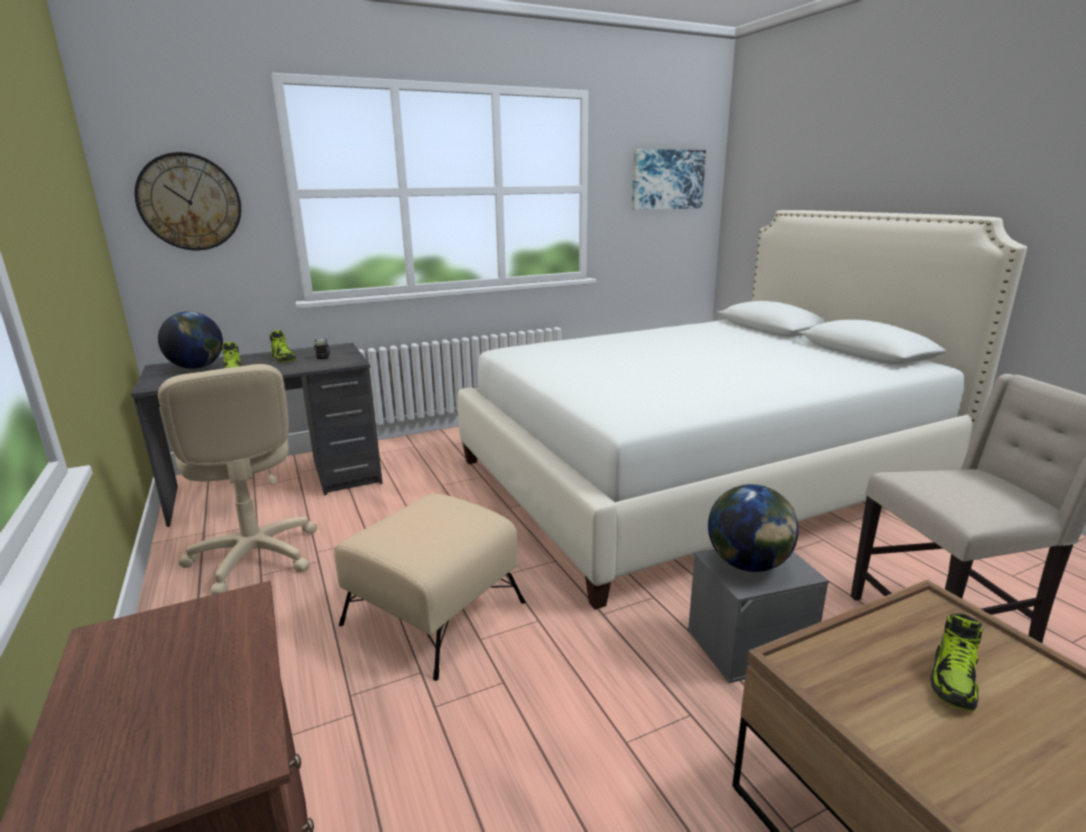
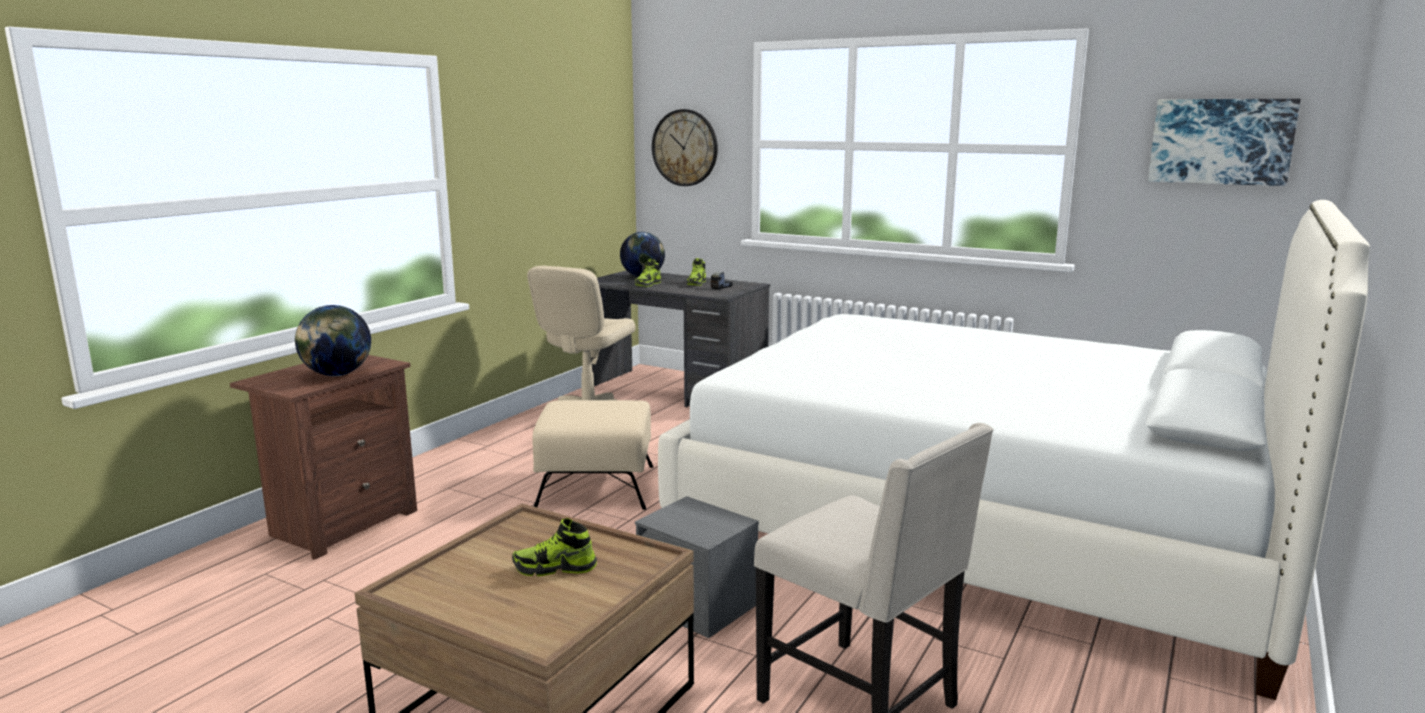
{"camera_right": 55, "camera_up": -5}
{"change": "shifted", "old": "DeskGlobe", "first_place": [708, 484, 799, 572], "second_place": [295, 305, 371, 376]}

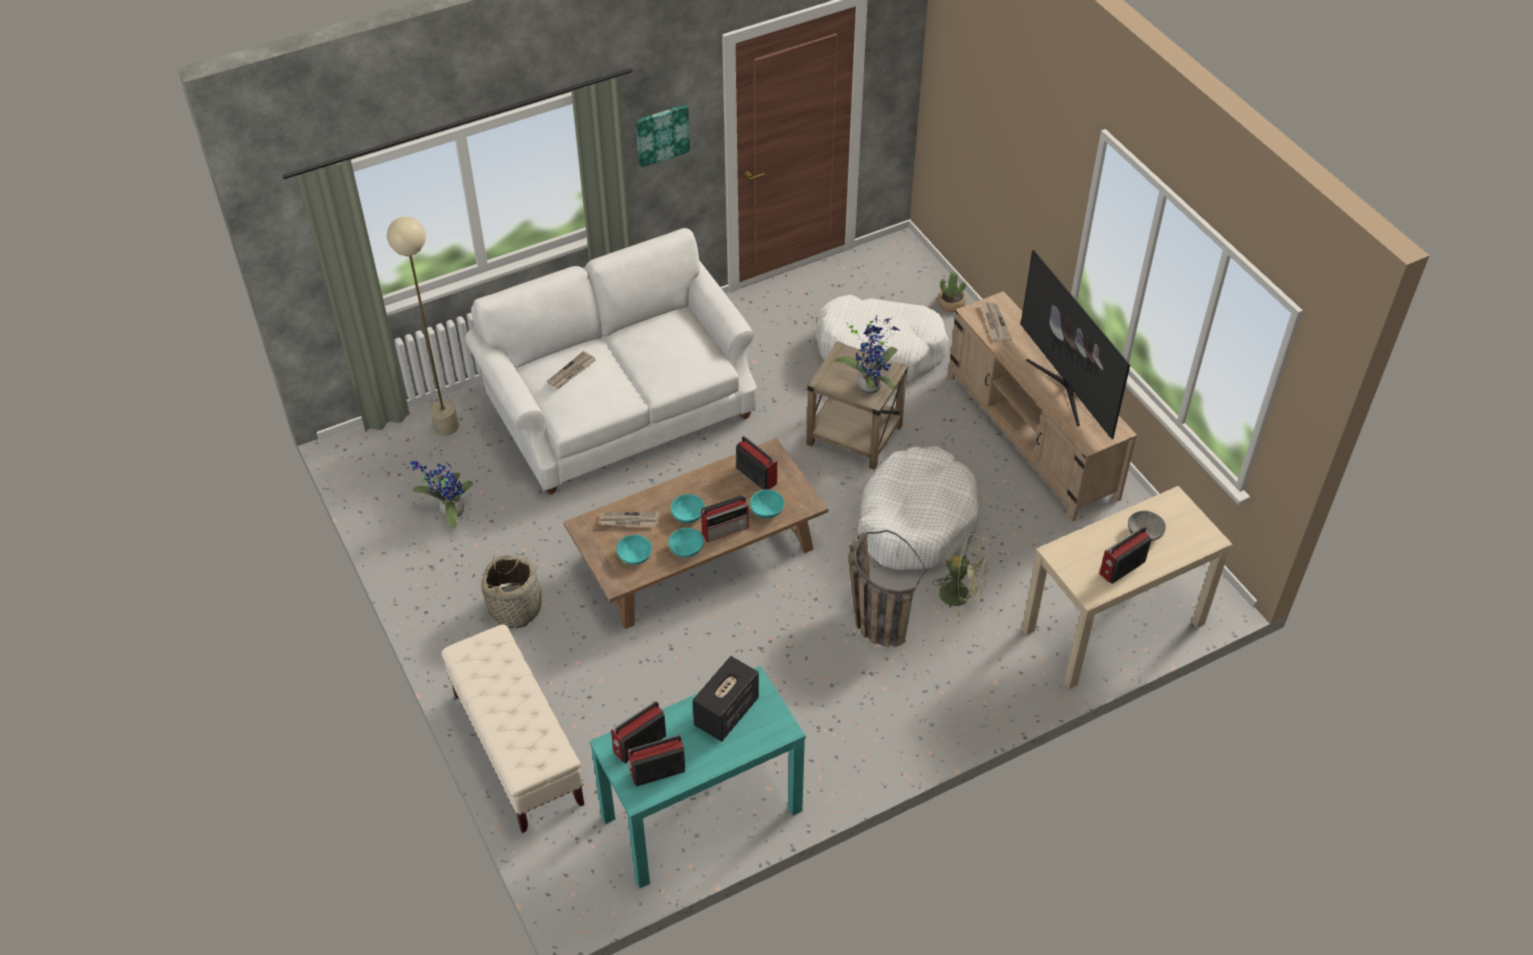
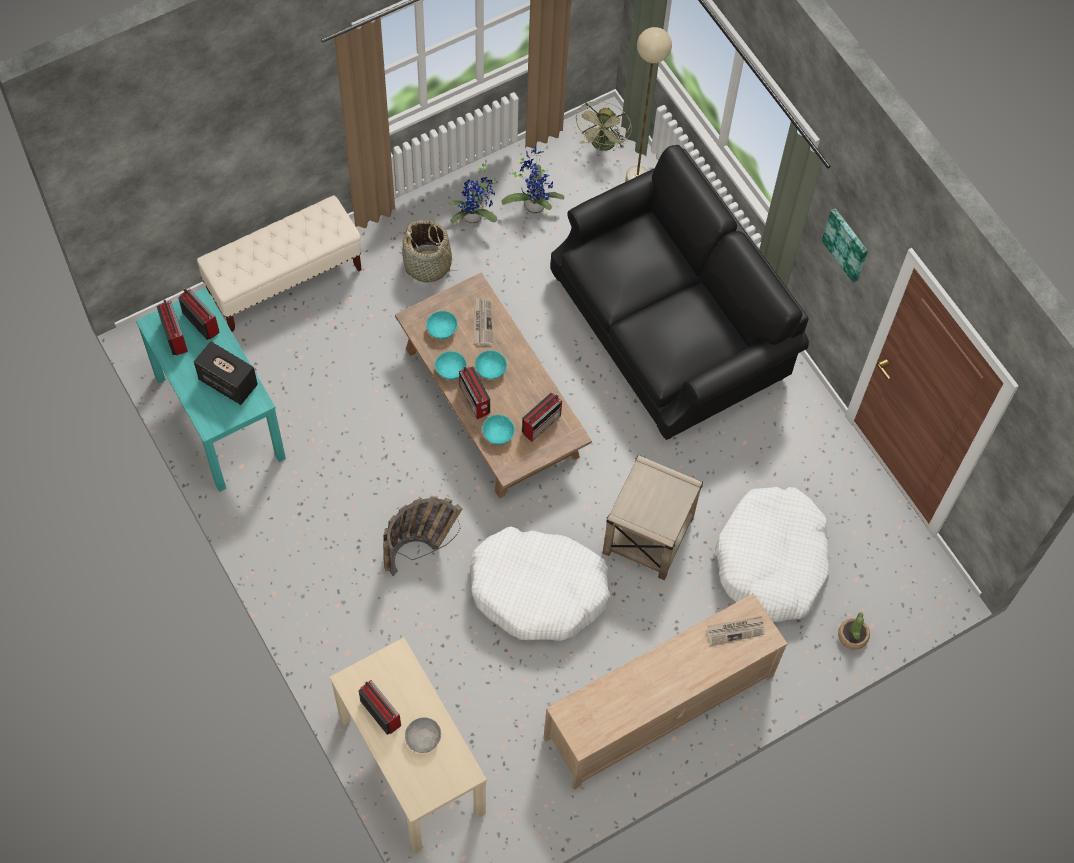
{"camera_right": 85, "camera_up": 15}
{"change": "repainted", "old": "WhiteColouredCouch", "new": "BlackishCouch", "first_place": [465, 228, 757, 494], "second_place": [550, 145, 809, 440]}
{"change": "gone", "old": "PrintedPaper", "first_place": [547, 351, 596, 389]}
{"change": "shifted", "old": "PlantInAPot", "first_place": [835, 314, 900, 394], "second_place": [449, 160, 497, 224]}
{"change": "shifted", "old": "GreenishFan", "first_place": [933, 533, 989, 617], "second_place": [574, 101, 632, 151]}
{"change": "gone", "old": "TvSet", "first_place": [1021, 250, 1130, 439]}

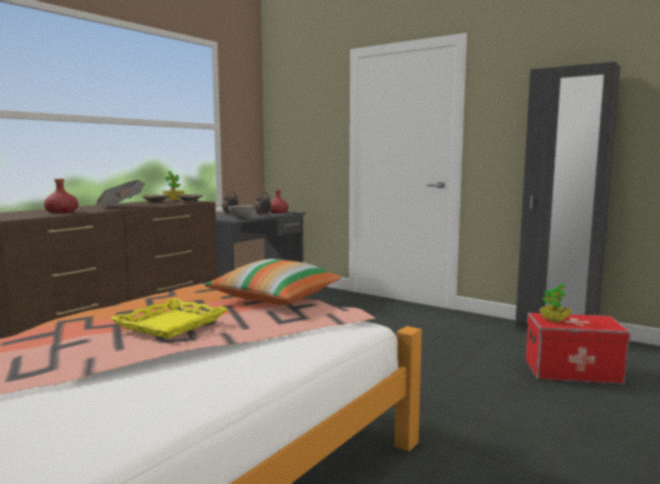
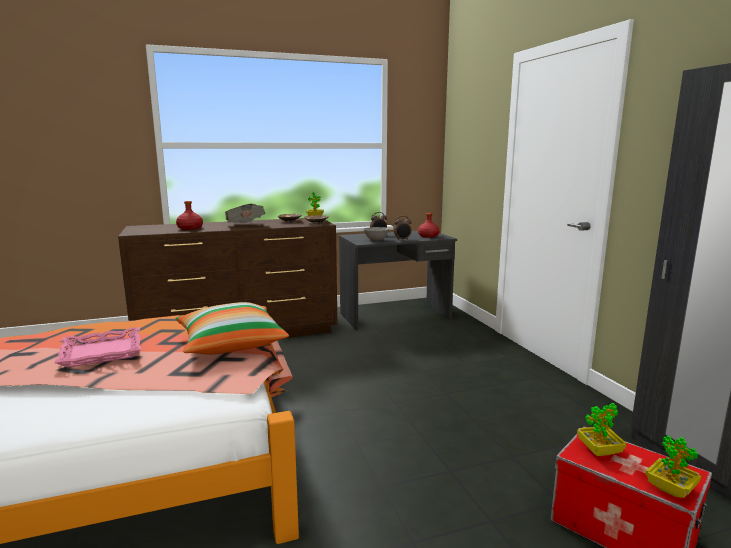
{"camera_right": 35, "camera_up": 5}
{"change": "repainted", "old": "YellowColouredCarryingTray", "new": "PinkCarryingTray", "first_place": [110, 298, 228, 339], "second_place": [54, 327, 141, 368]}
{"change": "new", "new": "PlantInAPot", "second_place": [645, 436, 701, 498]}

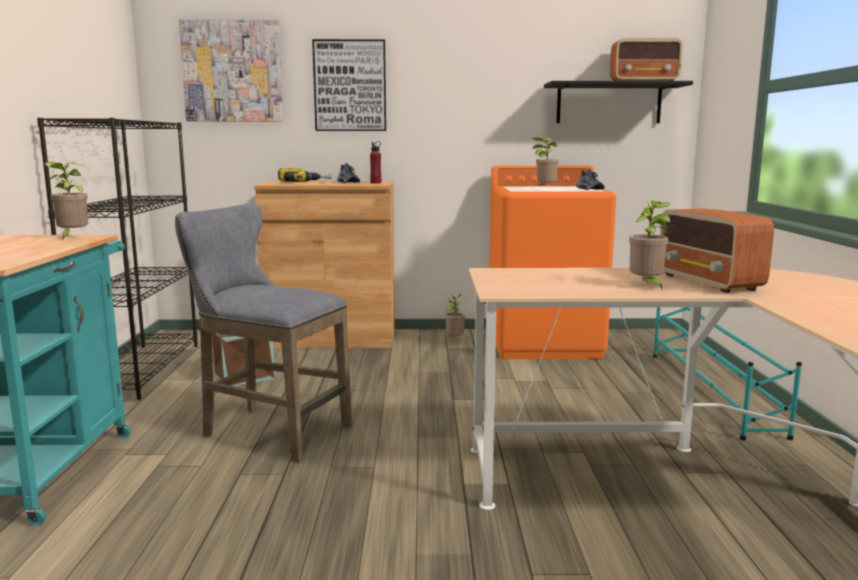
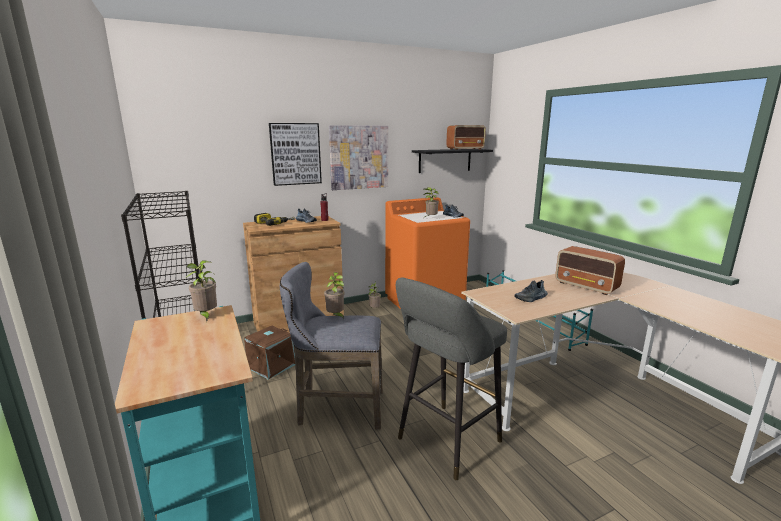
{"camera_right": -25, "camera_up": 5}
{"change": "shifted", "old": "Picture", "first_place": [179, 19, 283, 121], "second_place": [329, 125, 388, 190]}
{"change": "shifted", "old": "PlantInAPot", "first_place": [629, 200, 670, 290], "second_place": [324, 272, 344, 319]}
{"change": "new", "new": "GrayStool", "second_place": [396, 278, 507, 480]}
{"change": "new", "new": "ItemOfFootwear", "second_place": [514, 280, 548, 302]}

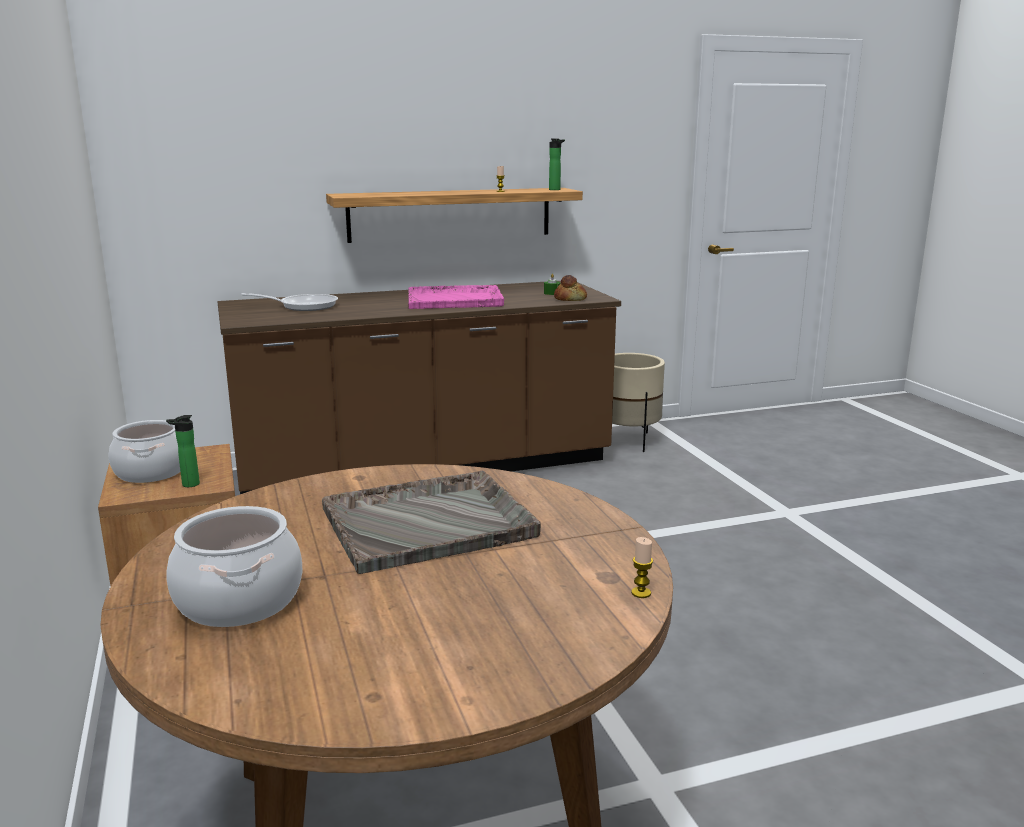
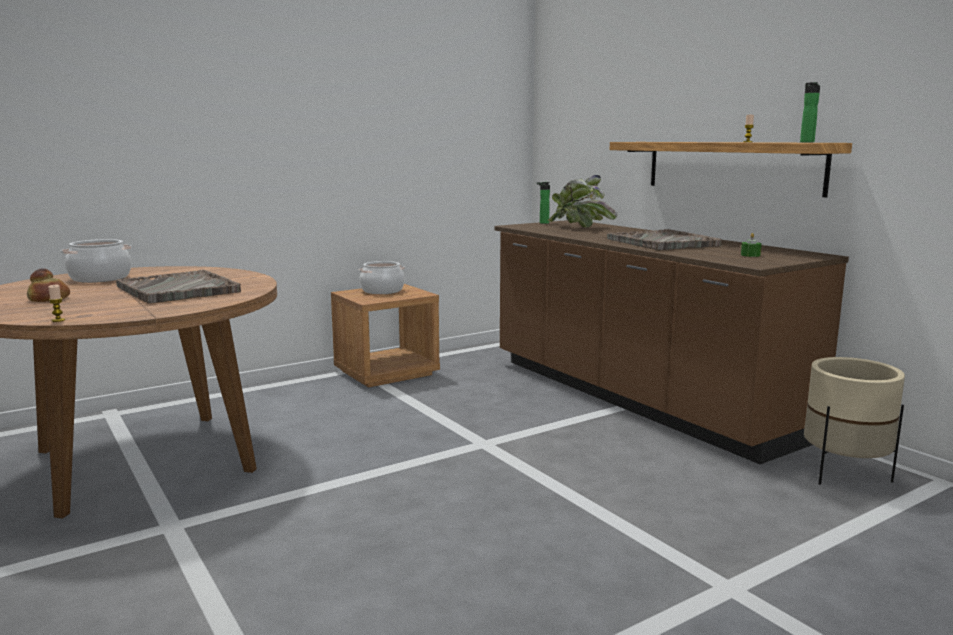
{"camera_right": 75, "camera_up": -5}
{"change": "shifted", "old": "BeverageBottle", "first_place": [166, 415, 200, 487], "second_place": [537, 182, 550, 224]}
{"change": "swapped", "old": "Pan", "new": "PlantInAPot", "first_place": [241, 293, 338, 311], "second_place": [548, 175, 617, 227]}
{"change": "repainted", "old": "PinkCarryingTray", "new": "GrayCarryingTray", "first_place": [408, 285, 504, 309], "second_place": [607, 229, 722, 250]}
{"change": "shifted", "old": "BakedBread", "first_place": [554, 275, 587, 301], "second_place": [27, 268, 70, 302]}

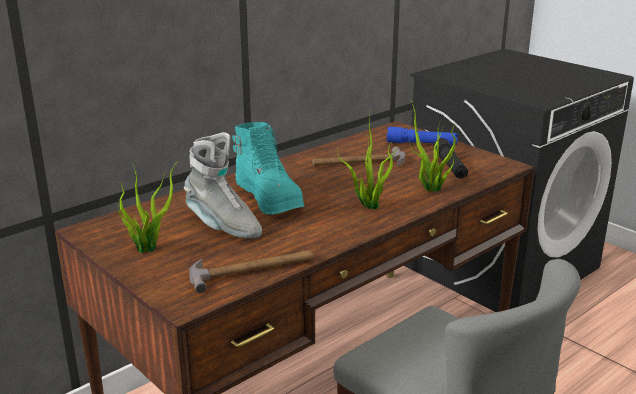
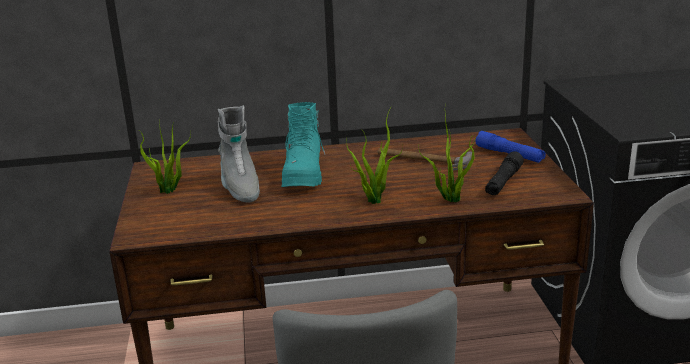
{"camera_right": 35, "camera_up": 0}
{"change": "gone", "old": "HandHammer", "first_place": [189, 250, 314, 293]}

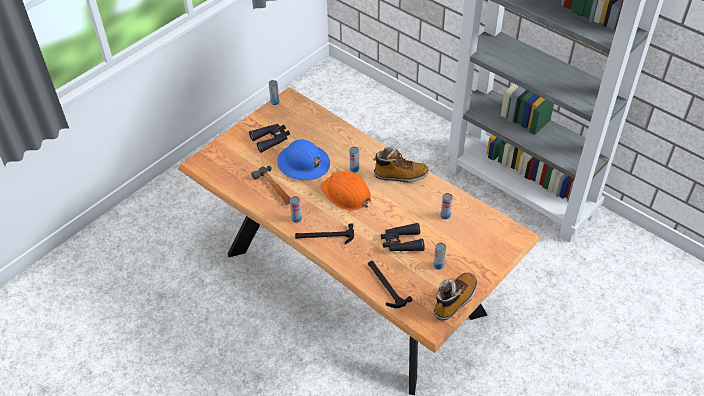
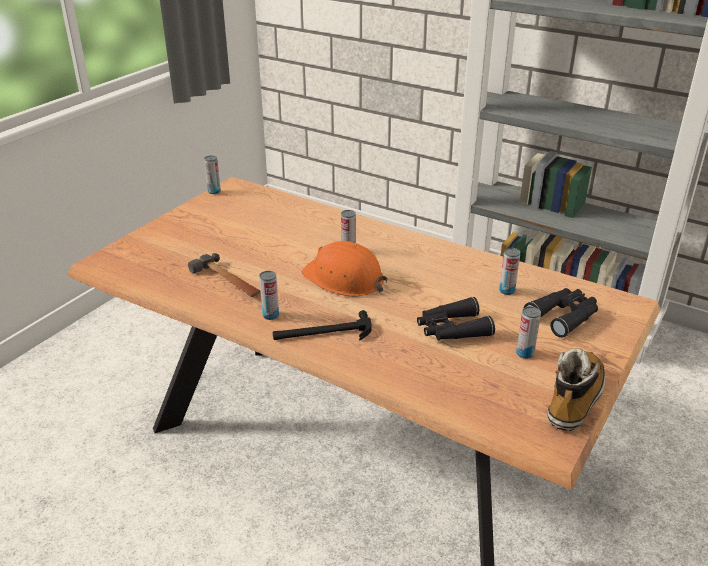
{"camera_right": -10, "camera_up": -15}
{"change": "shifted", "old": "BlackishPairOfBinoculars", "first_place": [249, 124, 290, 153], "second_place": [524, 288, 598, 338]}
{"change": "gone", "old": "BlueHardHat", "first_place": [277, 140, 330, 180]}
{"change": "gone", "old": "HandHammer", "first_place": [368, 261, 413, 308]}
{"change": "gone", "old": "HighTopBoot", "first_place": [373, 146, 429, 183]}

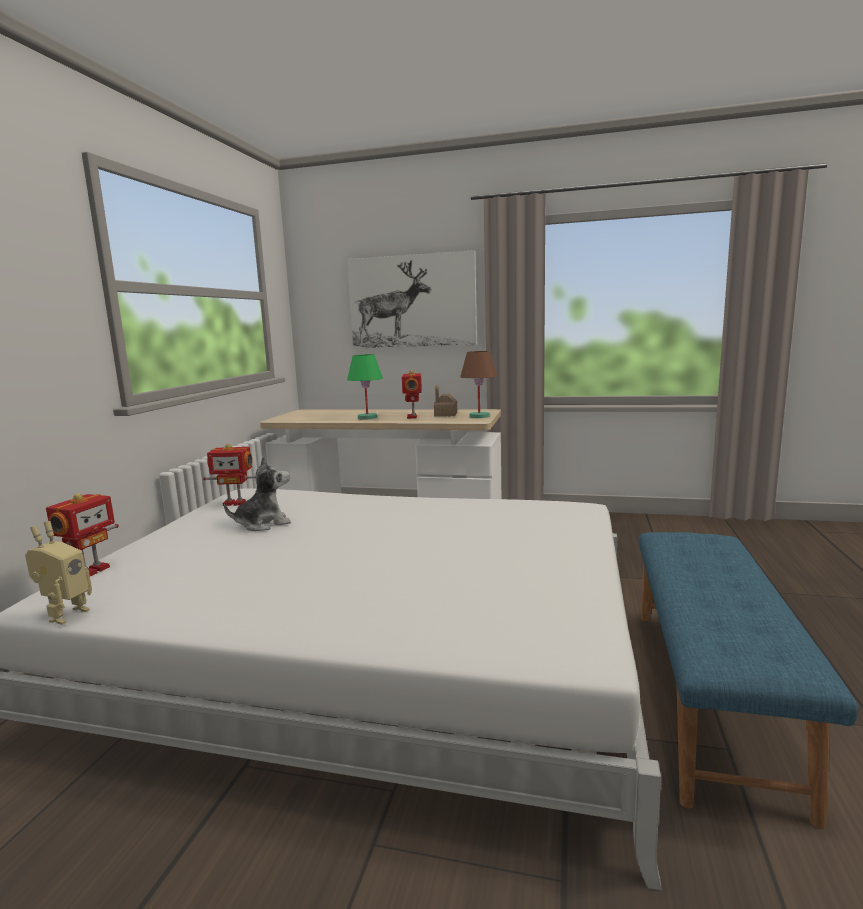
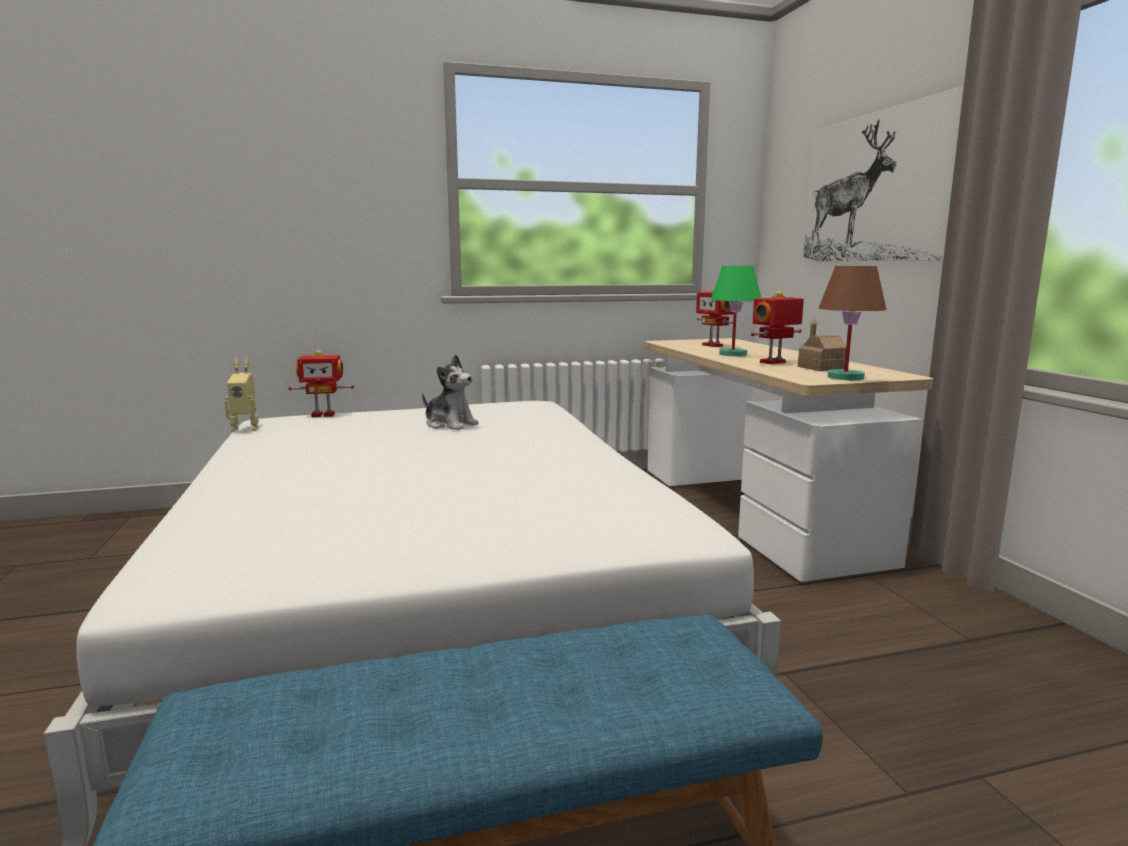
{"camera_right": 60, "camera_up": 0}
{"change": "shifted", "old": "RobotFigure", "first_place": [203, 443, 256, 506], "second_place": [696, 287, 734, 347]}

